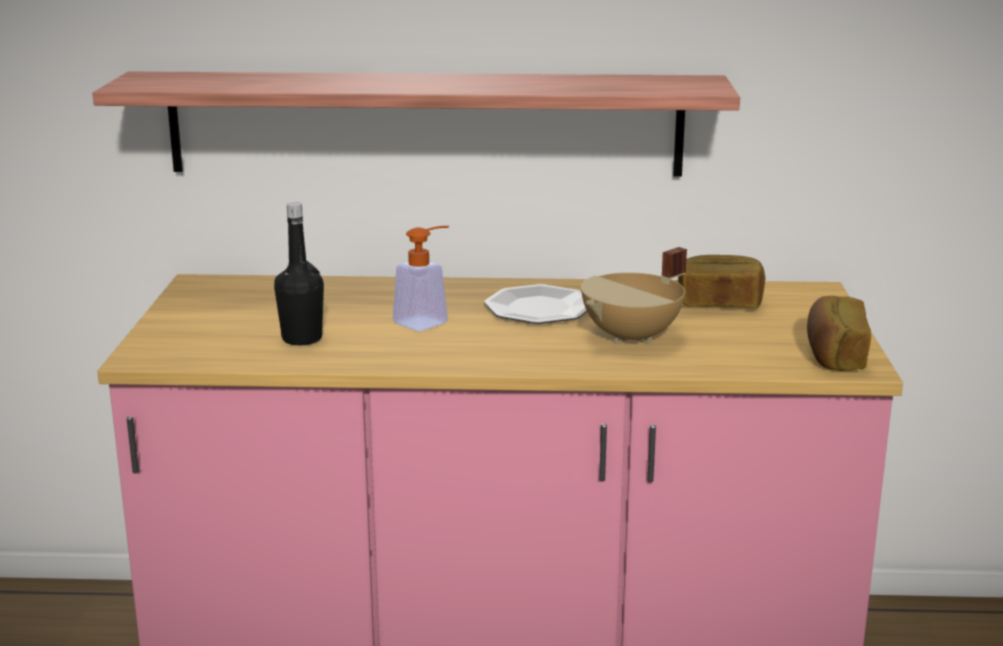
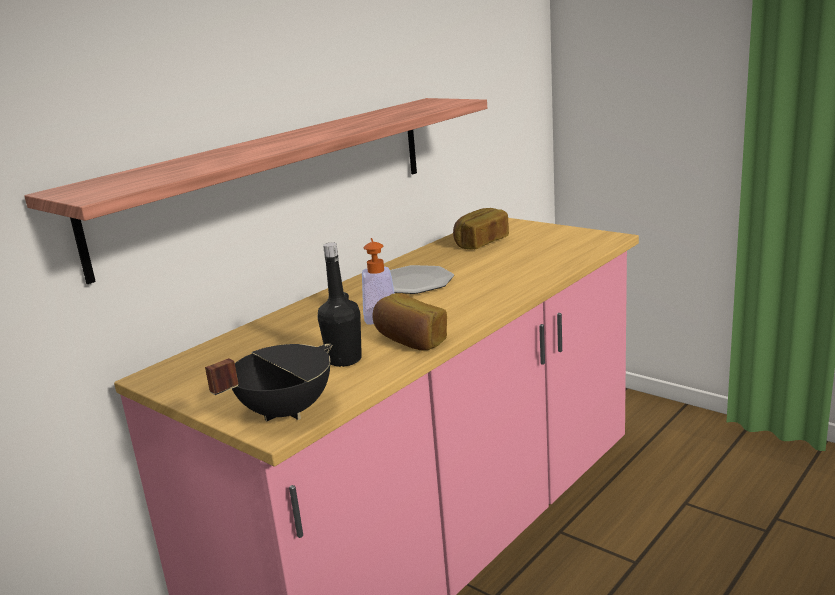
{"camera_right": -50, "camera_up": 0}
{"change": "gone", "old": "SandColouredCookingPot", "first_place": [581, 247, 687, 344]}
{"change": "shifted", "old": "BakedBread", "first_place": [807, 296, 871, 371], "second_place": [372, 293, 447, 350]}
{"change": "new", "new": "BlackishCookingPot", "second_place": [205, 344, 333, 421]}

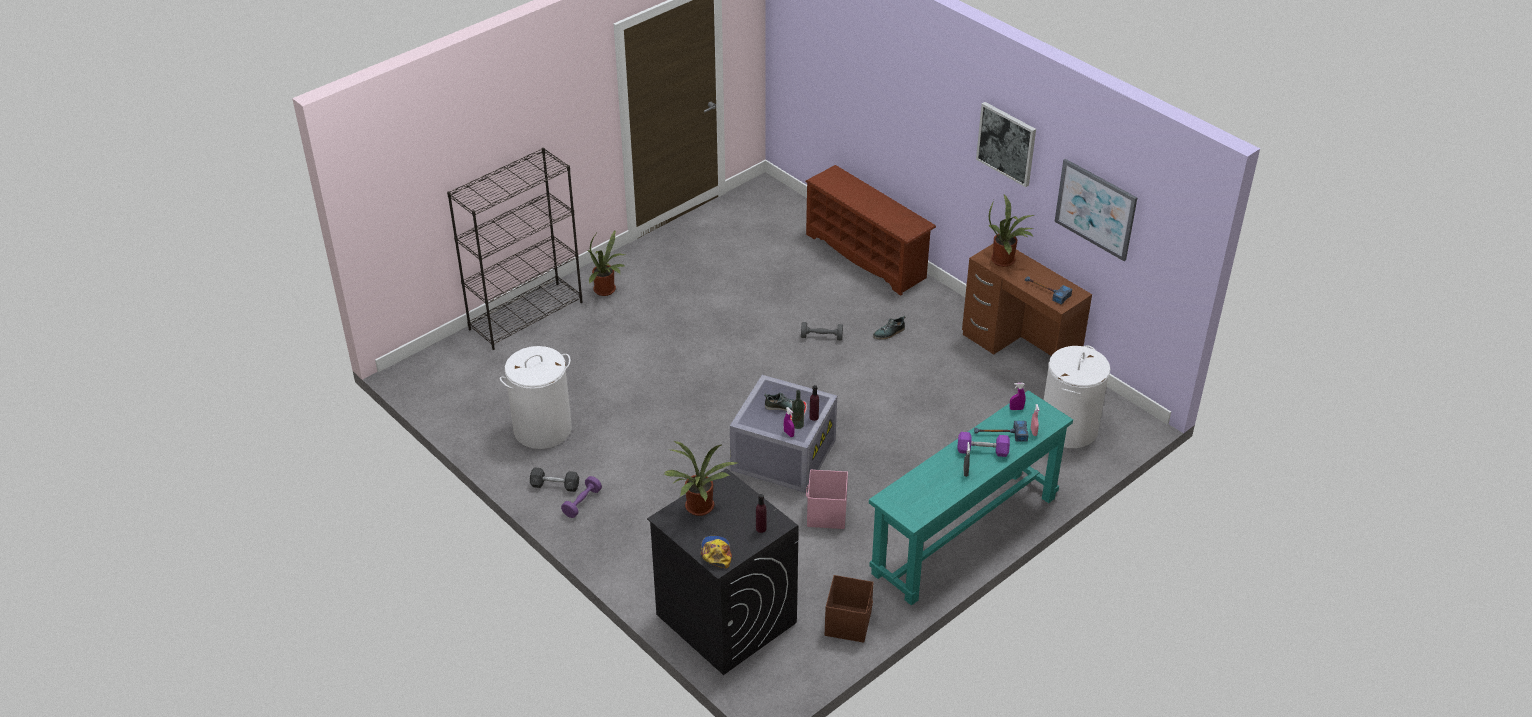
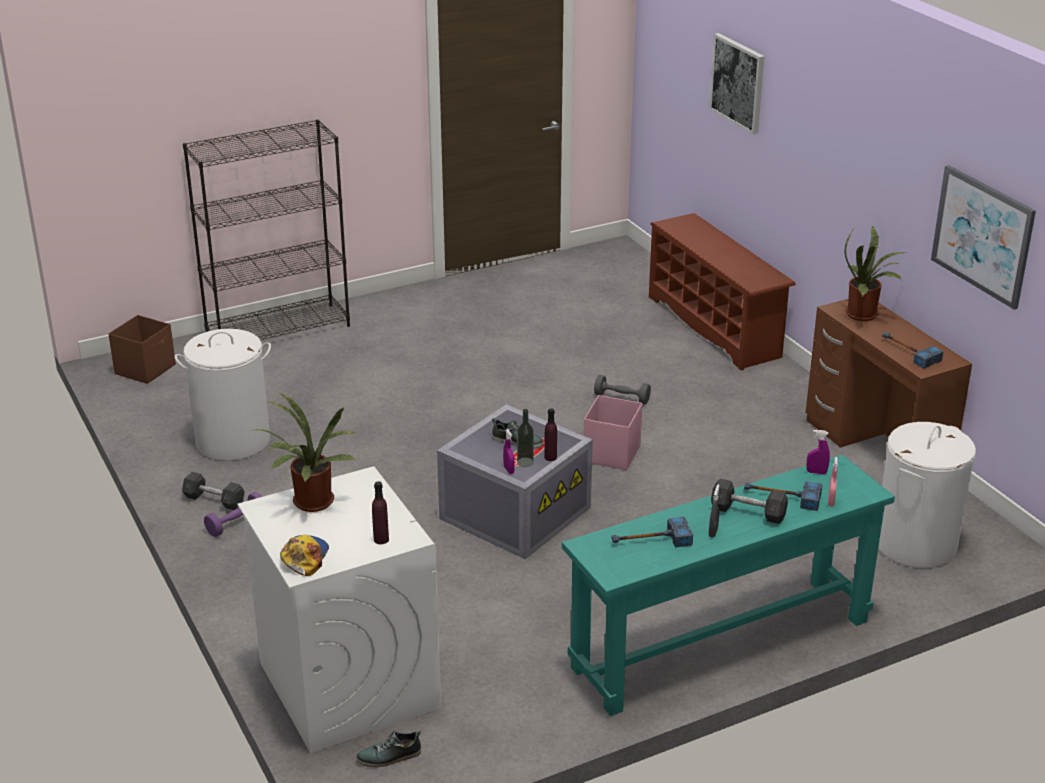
{"camera_right": 15, "camera_up": -10}
{"change": "gone", "old": "PlantInAPot", "first_place": [587, 230, 625, 296]}
{"change": "repainted", "old": "BlackishWashingMachine", "new": "WhiteColouredWashingMachine", "first_place": [647, 468, 799, 675], "second_place": [238, 467, 441, 753]}
{"change": "shifted", "old": "PinkStorageBin", "first_place": [806, 469, 848, 529], "second_place": [584, 395, 642, 470]}
{"change": "shifted", "old": "BrownStorageBin", "first_place": [825, 575, 874, 643], "second_place": [108, 315, 176, 384]}
{"change": "shifted", "old": "ItemOfFootwear", "first_place": [873, 316, 905, 340], "second_place": [356, 730, 421, 767]}
{"change": "repainted", "old": "PurpleHandWeight", "new": "GrayHandWeight", "first_place": [957, 432, 1010, 457], "second_place": [711, 479, 788, 524]}
{"change": "shifted", "old": "Picture", "first_place": [976, 102, 1036, 187], "second_place": [709, 33, 765, 134]}
{"change": "new", "new": "HandHammer", "second_place": [612, 517, 693, 547]}

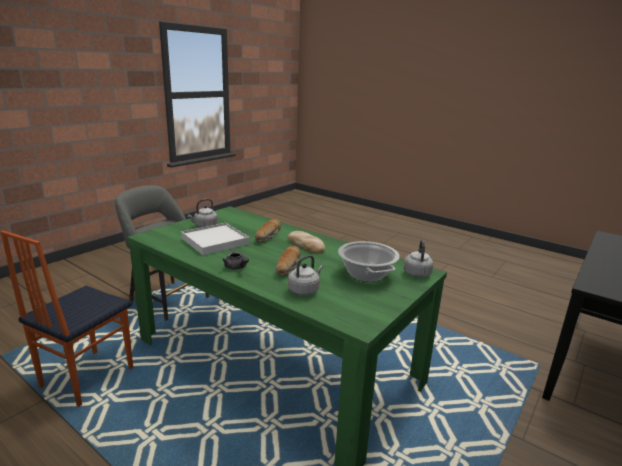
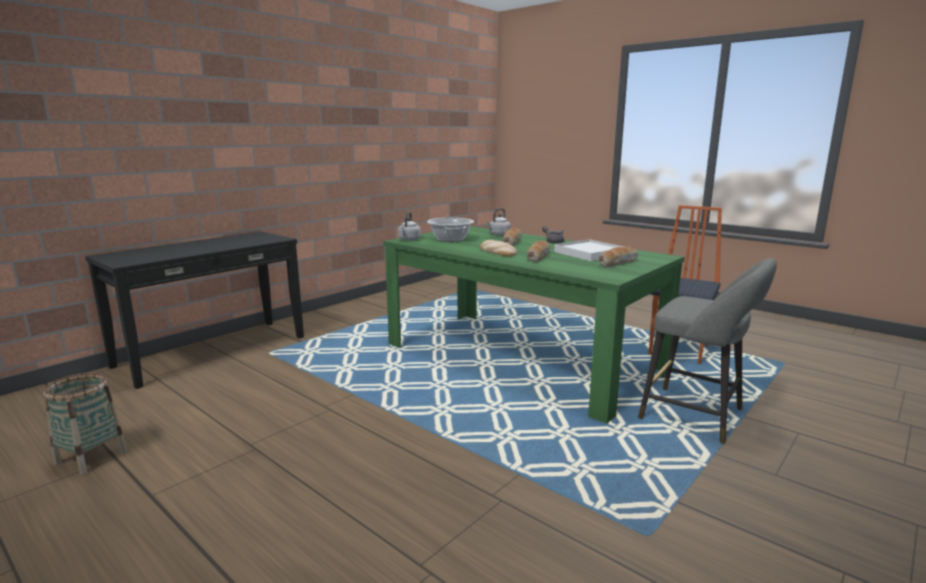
{"camera_right": -175, "camera_up": -5}
{"change": "swapped", "old": "GrayTeaKettle", "new": "BakedBread", "first_place": [187, 199, 218, 228], "second_place": [599, 247, 638, 267]}
{"change": "new", "new": "Basket", "second_place": [44, 373, 127, 475]}

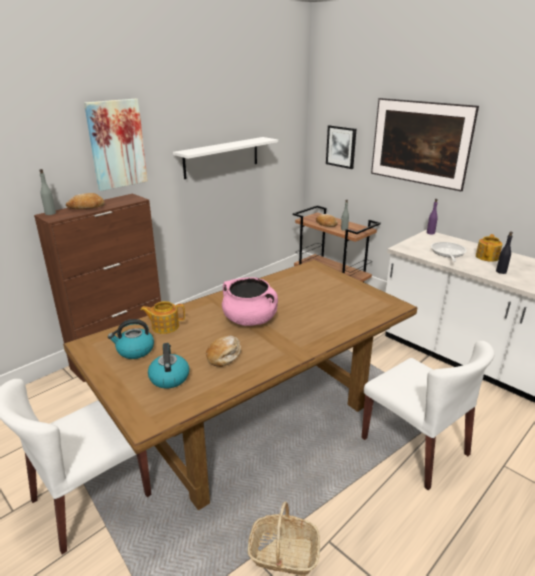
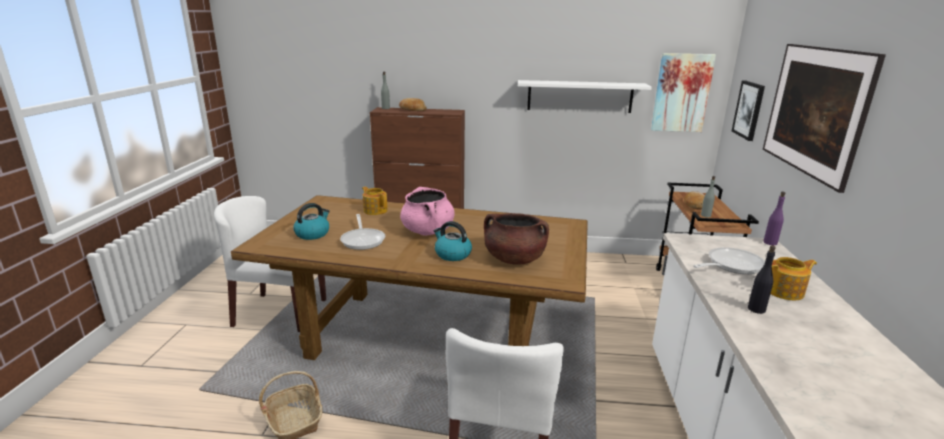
{"camera_right": 50, "camera_up": -5}
{"change": "shifted", "old": "Picture", "first_place": [84, 99, 148, 191], "second_place": [651, 53, 716, 132]}
{"change": "shifted", "old": "TeaKettle", "first_place": [108, 319, 154, 359], "second_place": [434, 221, 472, 261]}
{"change": "swapped", "old": "BakedBread", "new": "Pan", "first_place": [206, 335, 241, 367], "second_place": [340, 214, 385, 250]}
{"change": "new", "new": "BrownCookingPot", "second_place": [484, 213, 549, 265]}

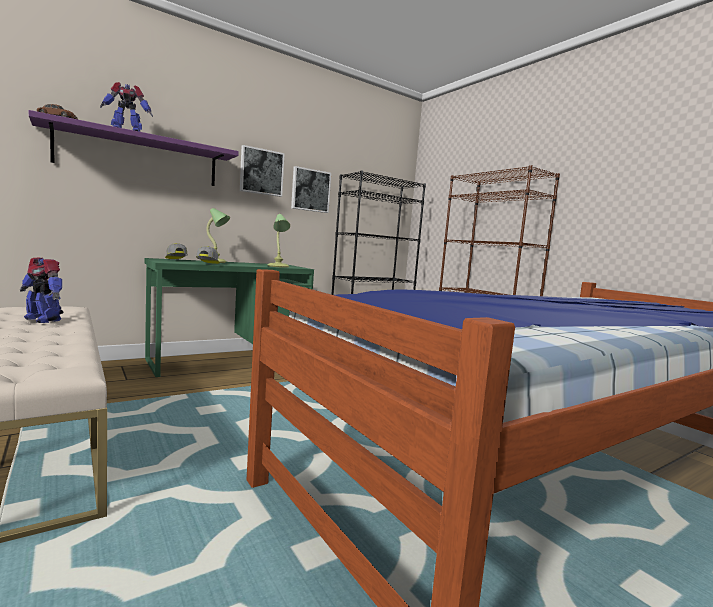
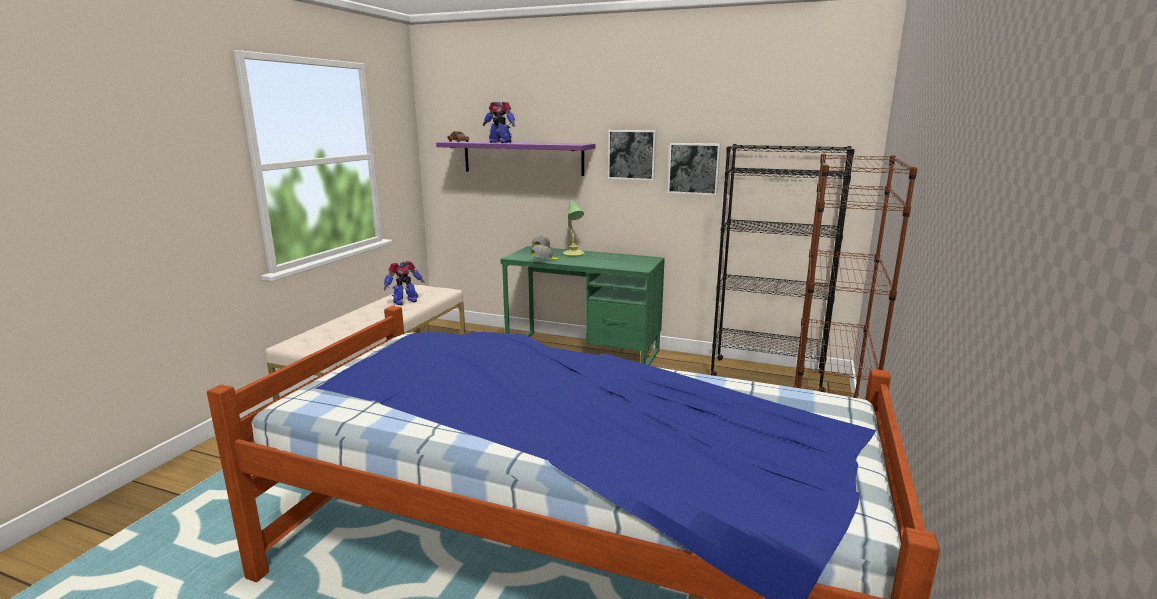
{"camera_right": 55, "camera_up": 10}
{"change": "rotated", "old": "RobotFigure", "first_place": [20, 258, 63, 323], "second_place": [384, 261, 425, 305], "degrees": -120}
{"change": "gone", "old": "LampForATable", "first_place": [267, 214, 290, 268]}

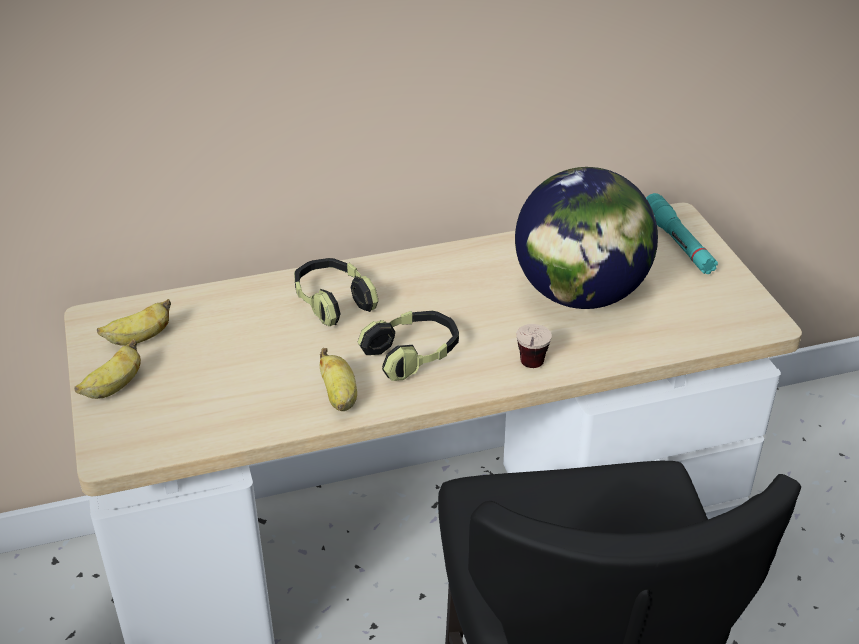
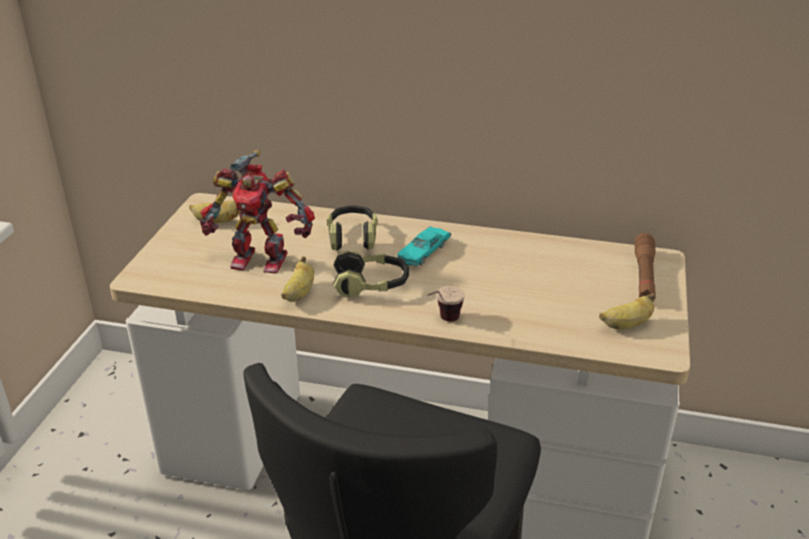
{"camera_right": 30, "camera_up": -5}
{"change": "shifted", "old": "Banana", "first_place": [74, 339, 141, 399], "second_place": [599, 293, 655, 330]}
{"change": "gone", "old": "DeskGlobe", "first_place": [515, 167, 658, 309]}
{"change": "repainted", "old": "TurquoiseTorch", "new": "BrownTorch", "first_place": [646, 193, 718, 274], "second_place": [635, 233, 656, 301]}
{"change": "new", "new": "RobotFigure", "second_place": [200, 150, 315, 274]}
{"change": "new", "new": "TurquoiseToyCar", "second_place": [397, 226, 451, 266]}

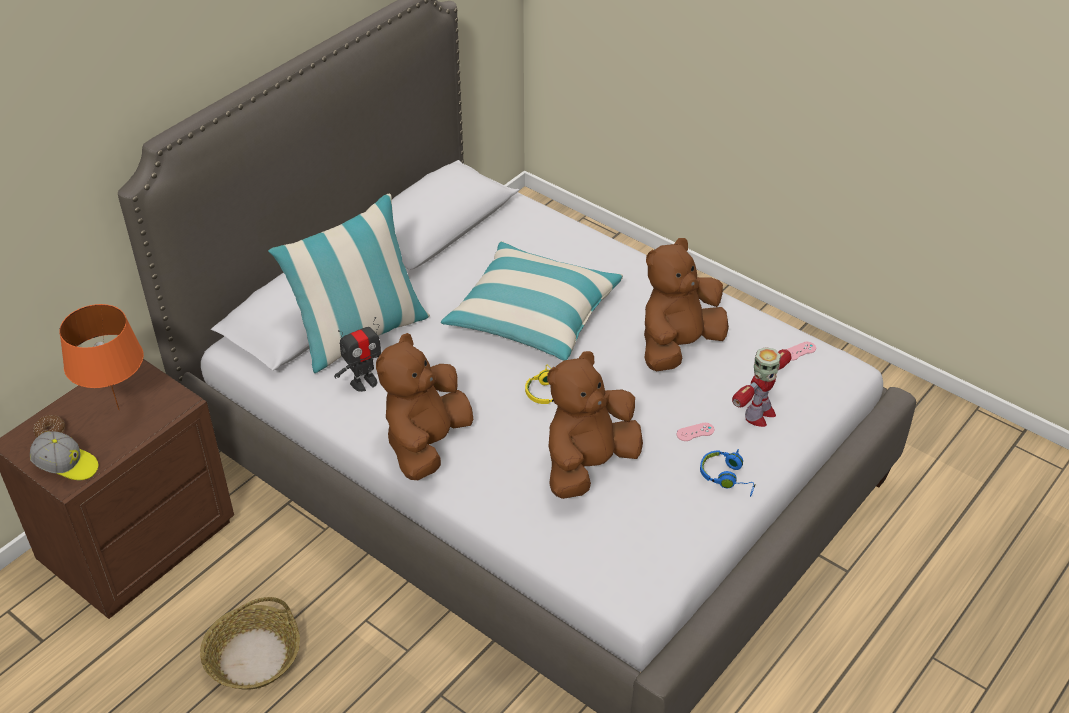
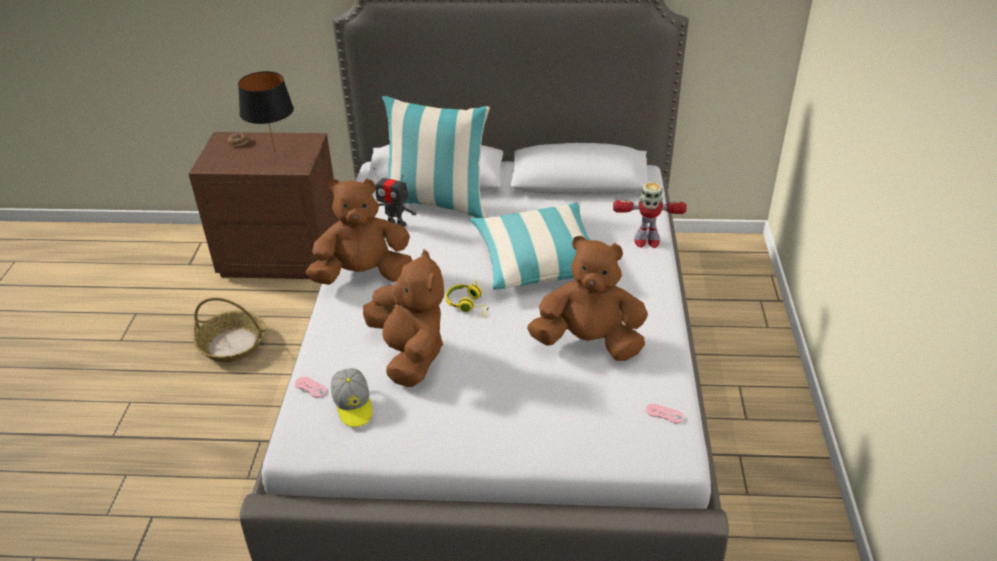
{"camera_right": 55, "camera_up": -5}
{"change": "shifted", "old": "BaseballCap", "first_place": [30, 431, 99, 480], "second_place": [331, 368, 372, 427]}
{"change": "repainted", "old": "OrangeColouredLampForATable", "new": "BlackishLampForATable", "first_place": [59, 304, 144, 410], "second_place": [238, 71, 294, 152]}
{"change": "rotated", "old": "BrownCuddlyToy", "first_place": [547, 351, 643, 499], "second_place": [363, 249, 444, 387], "degrees": 60}
{"change": "shifted", "old": "PinkGamepad", "first_place": [677, 423, 714, 441], "second_place": [295, 377, 327, 397]}
{"change": "gone", "old": "BluePairOfHeadphones", "first_place": [700, 449, 756, 497]}
{"change": "shifted", "old": "RobotFigure", "first_place": [732, 347, 791, 427], "second_place": [613, 182, 687, 248]}

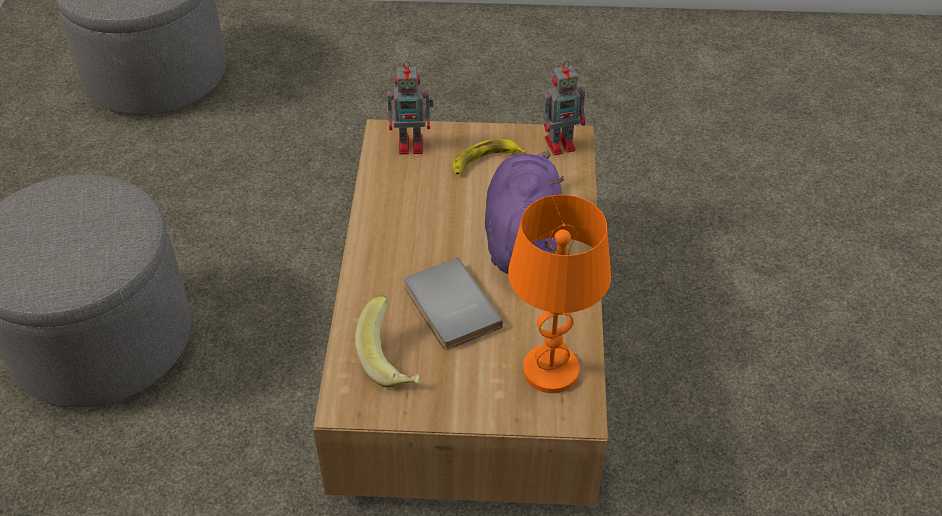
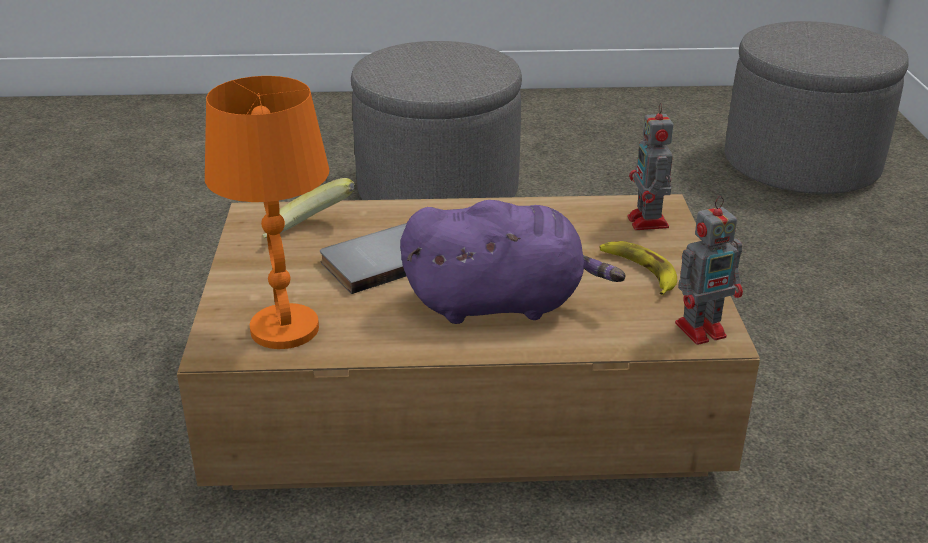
{"camera_right": 85, "camera_up": -15}
{"change": "rotated", "old": "RobotFigure", "first_place": [542, 60, 586, 155], "second_place": [675, 196, 743, 345], "degrees": -90}

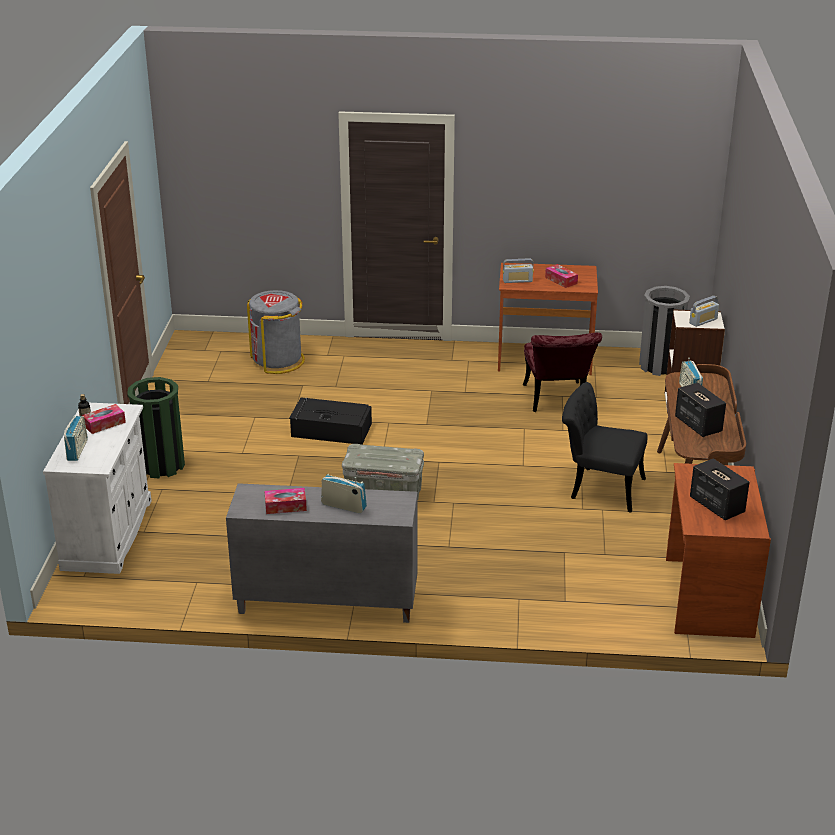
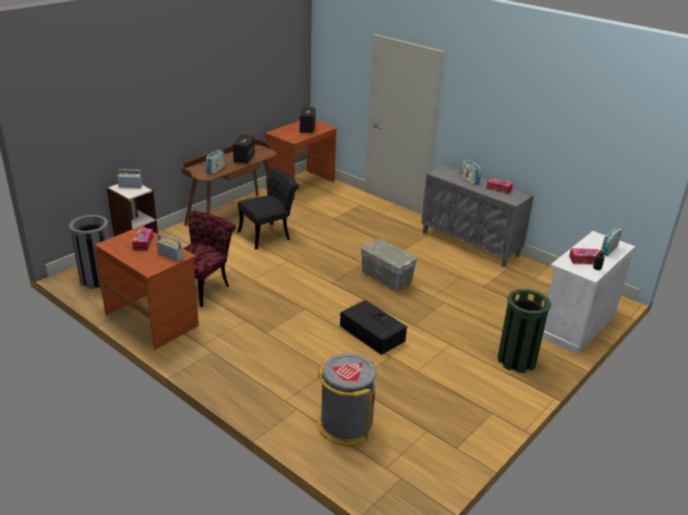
{"camera_right": -145, "camera_up": 0}
{"change": "rotated", "old": "BlackishPlainChair", "first_place": [562, 382, 647, 513], "second_place": [238, 167, 299, 250], "degrees": -90}

